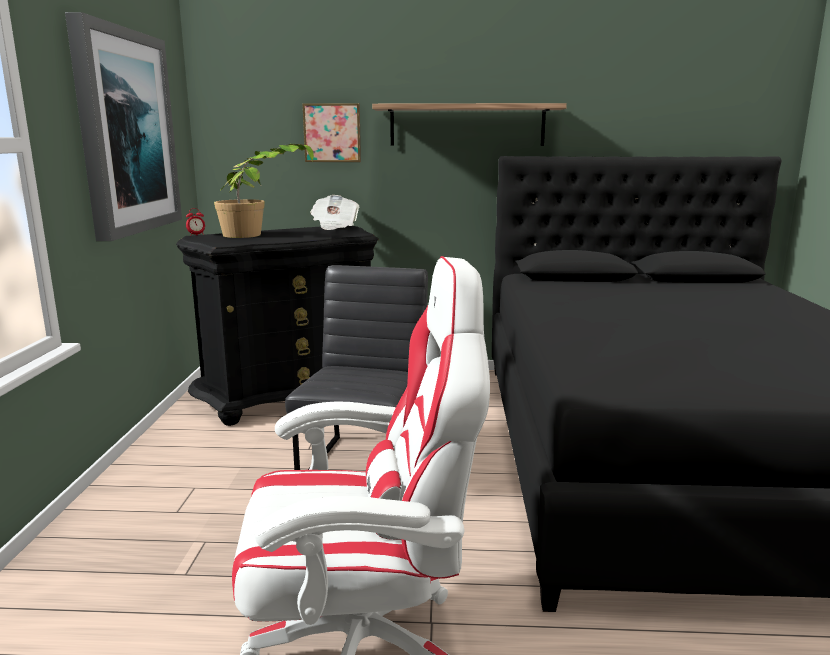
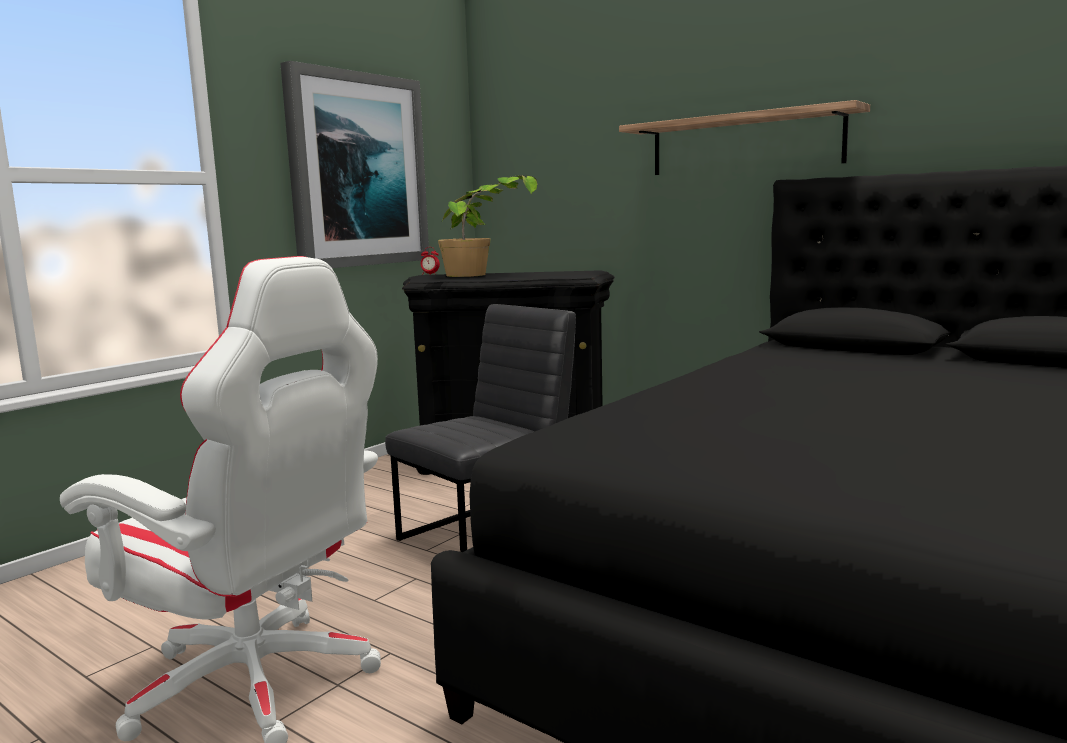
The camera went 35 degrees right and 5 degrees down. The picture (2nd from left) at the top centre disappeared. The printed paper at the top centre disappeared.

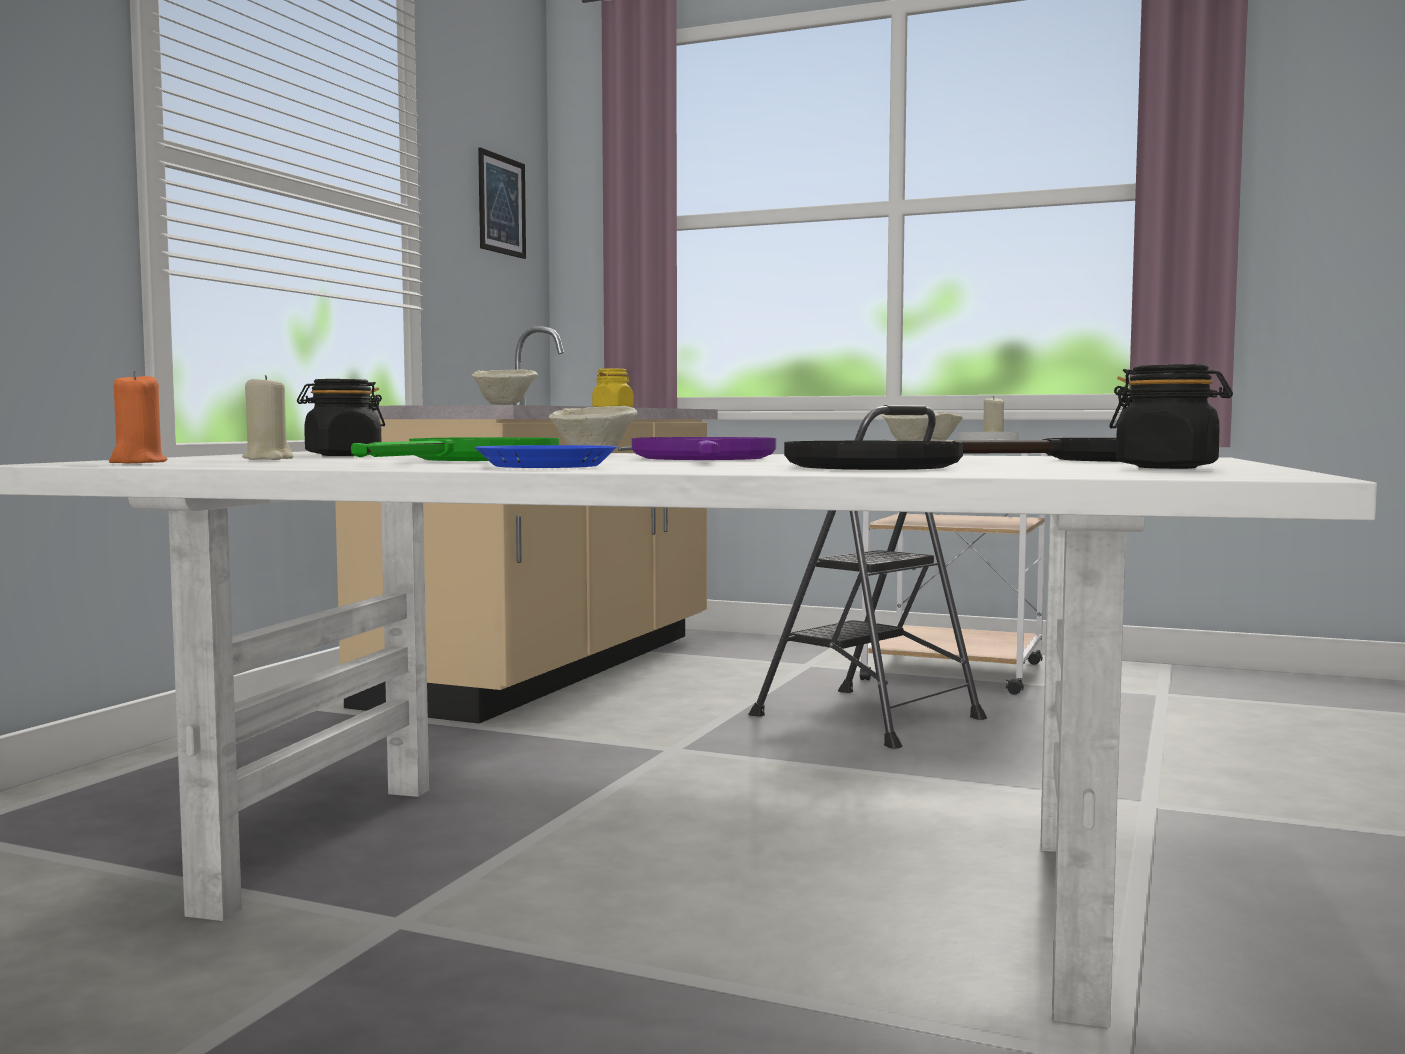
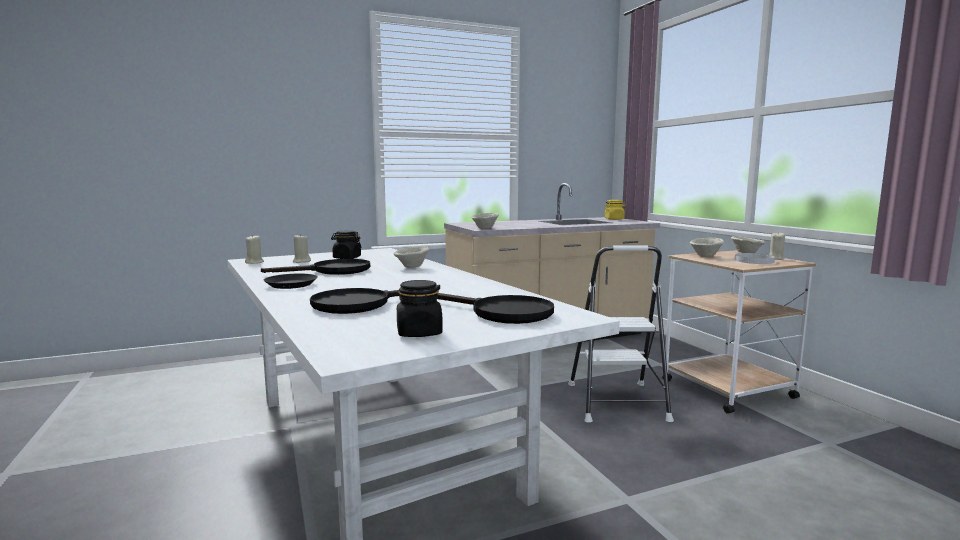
The camera went 45 degrees right and 5 degrees up. The orangey wax light at the middle left became the sand-coloured wax light (1st from left) at the middle left. The greenish pan at the middle left became the blackish pan (1st from left) at the middle left. The blue plate at the centre became the blackish plate at the middle left. The picture at the top centre disappeared. The purplish pan at the centre disappeared. The blackish step ladder at the centre became the whitish step ladder at the centre.

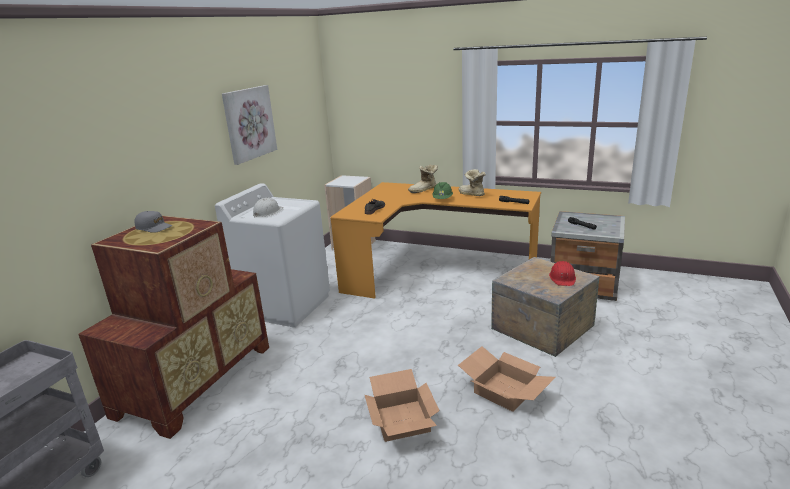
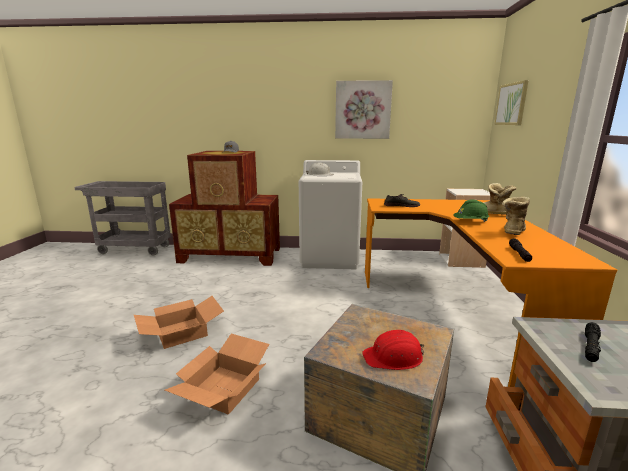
The camera went 70 degrees right and 5 degrees down. The picture (2nd from left) at the top right appeared.

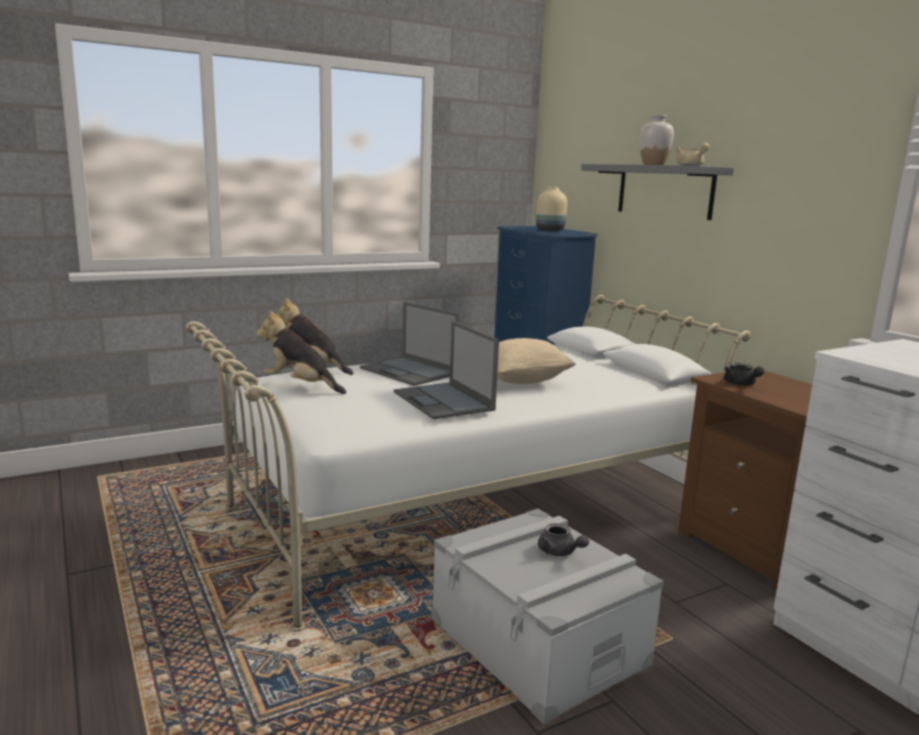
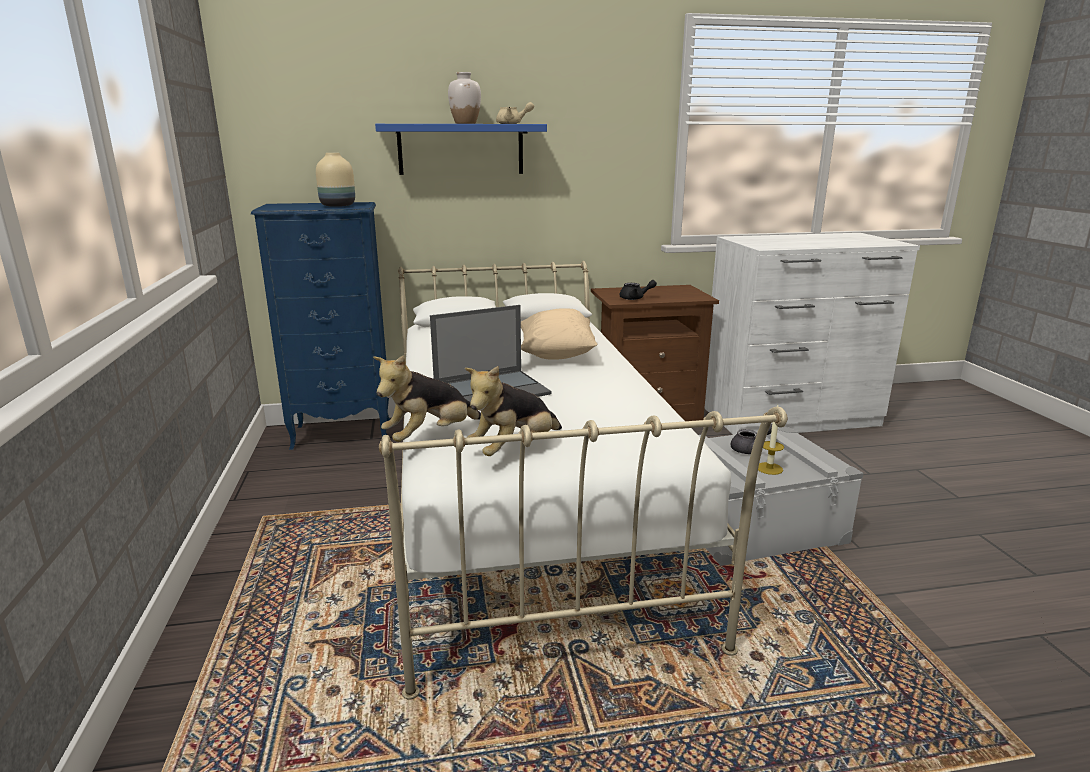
The camera went 70 degrees left and 5 degrees up. The laptop (2nd from left) at the centre disappeared. The gray bracket shelf at the top right became the blue bracket shelf at the top centre. The wax light at the middle right appeared.

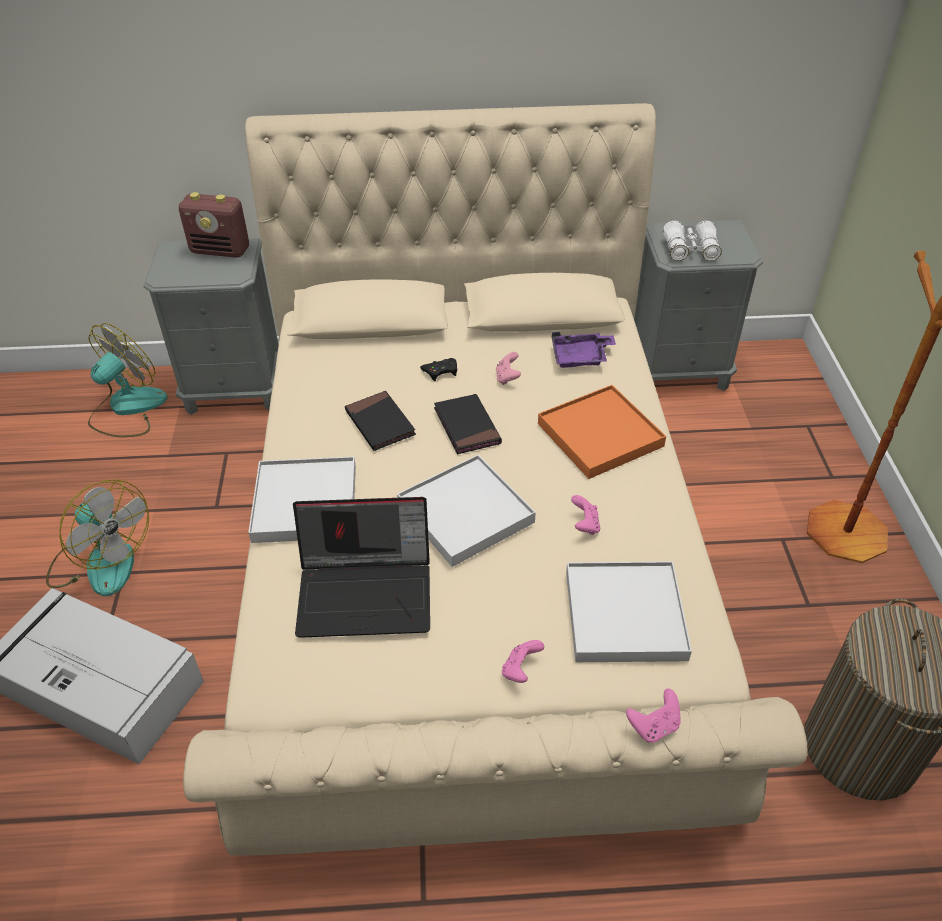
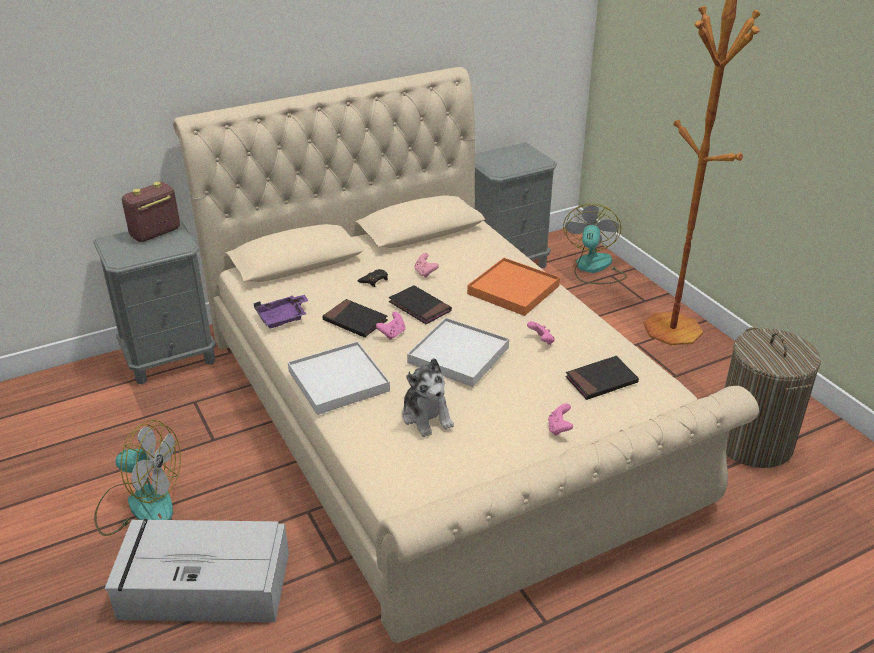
The camera went 25 degrees left and 10 degrees down. The fan (2nd from left) moved from the middle left to the middle right. The radio set at the top left turned 150 degrees clockwise. The laptop at the centre was replaced by the plush toy at the centre. The purplish serving tray moved from the centre to the middle left. The whitish serving tray (3rd from left) at the middle right was replaced by the blackish book (3rd from left) at the middle right. The pink-coloured game controller (4th from left in the first image) moved from the bottom right to the centre. The whitish pair of binoculars at the top right disappeared.

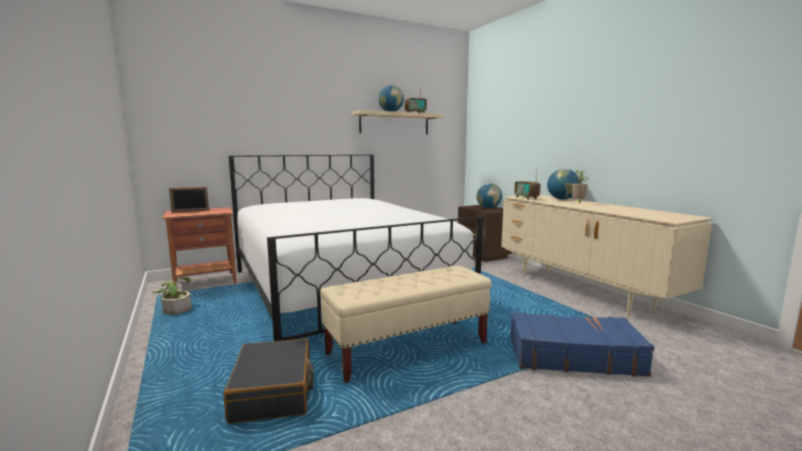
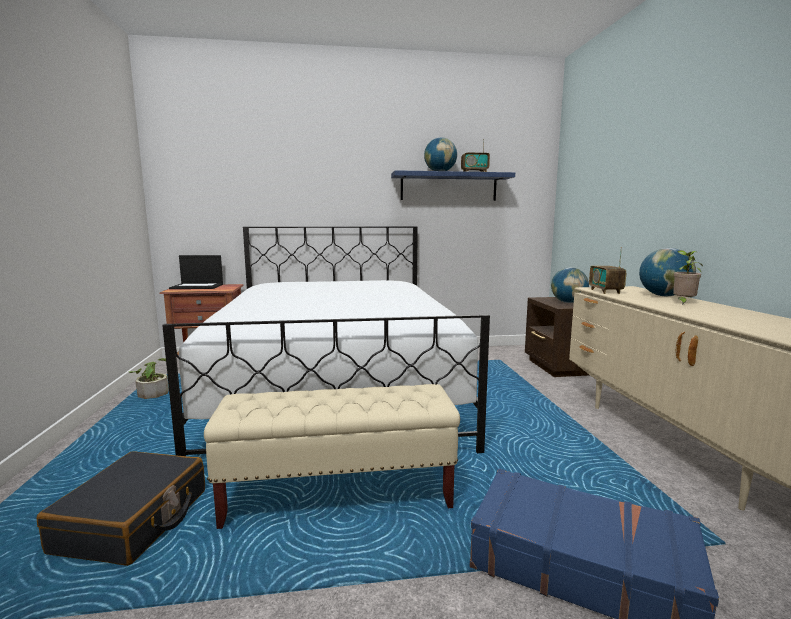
The camera went 20 degrees right and 0 degrees up. The photo frame at the middle left was replaced by the laptop at the middle left. The sand-coloured bracket shelf at the top centre became the blue bracket shelf at the top centre.

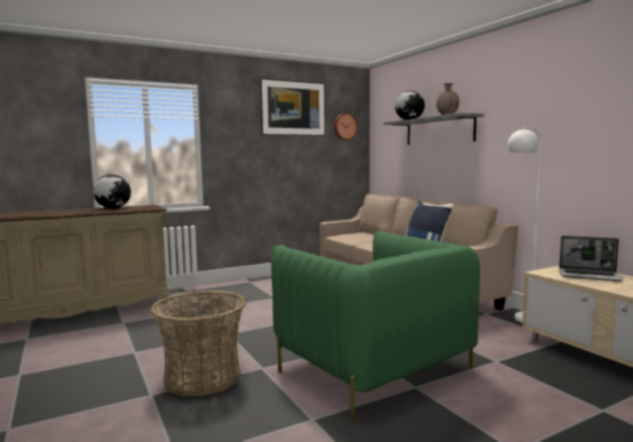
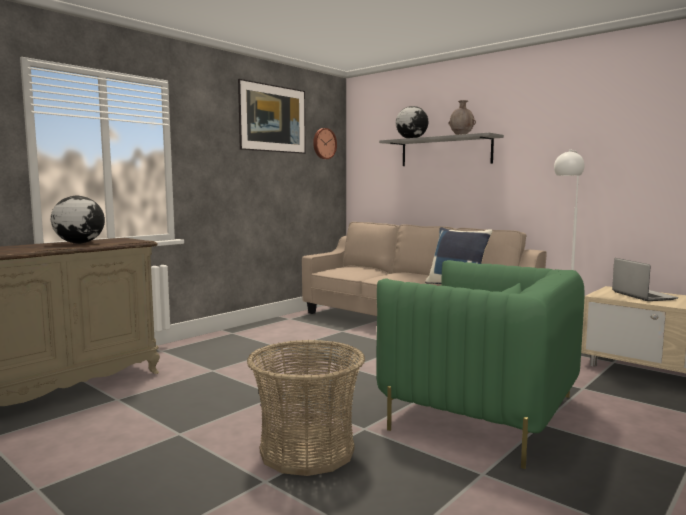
The camera went 20 degrees left and 0 degrees up. The laptop at the middle right turned 105 degrees counterclockwise.

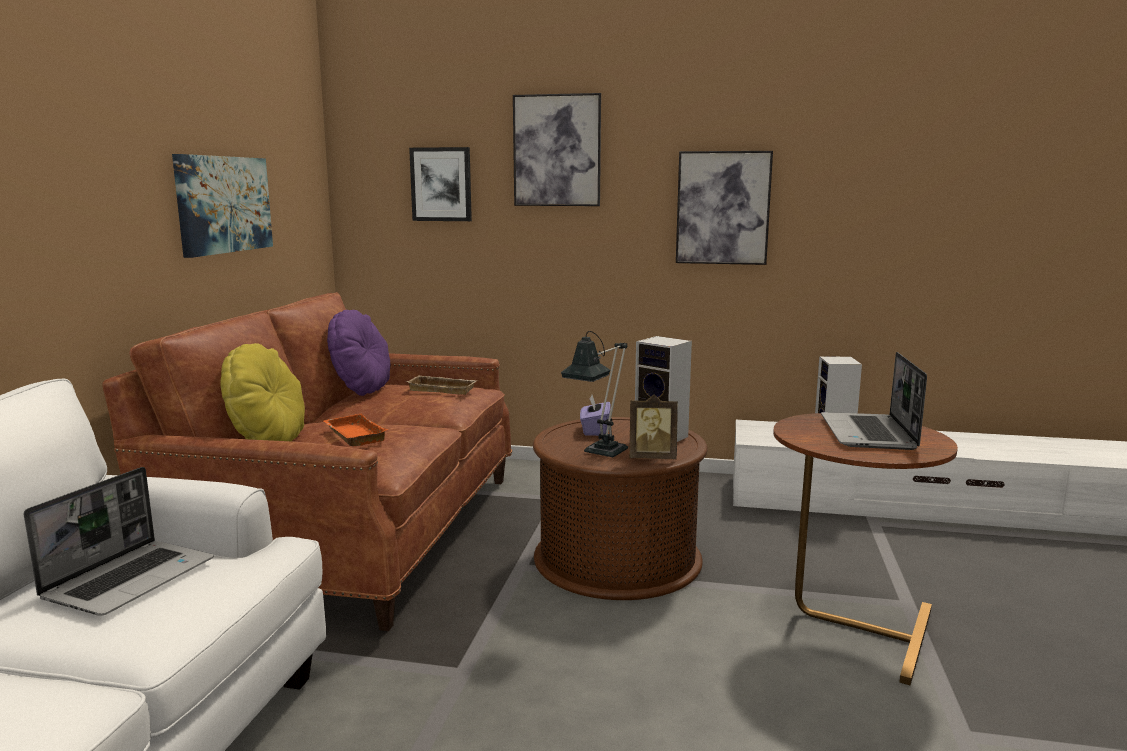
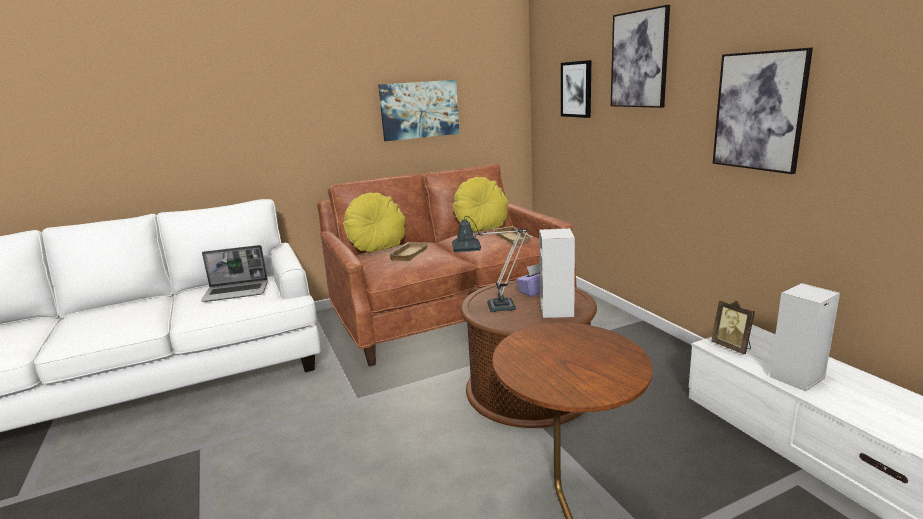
The camera went 55 degrees right and 5 degrees up. The orangey serving tray at the middle left became the sand-coloured serving tray (1st from left) at the centre. The purplish pillow at the middle left became the yellow pillow (2nd from left) at the centre. The photo frame moved from the centre to the middle right. The laptop (2nd from left) at the middle right disappeared.

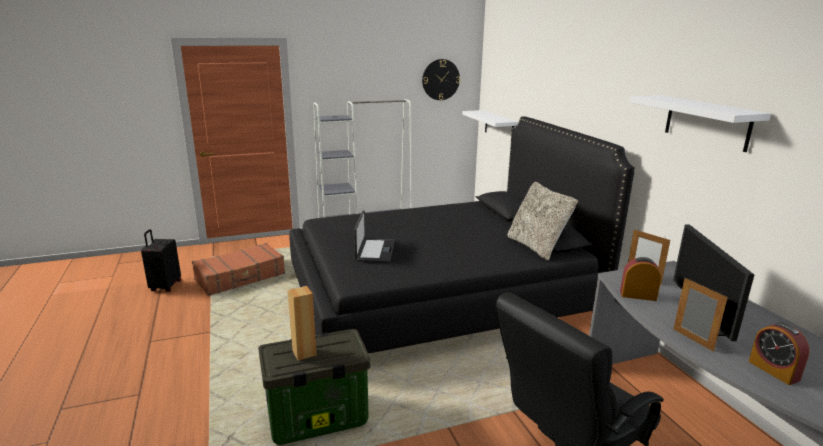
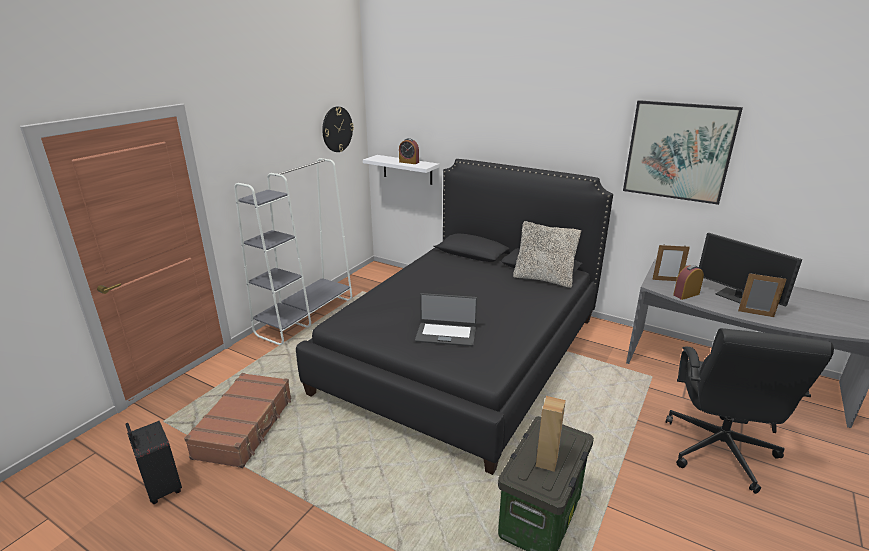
The camera went 40 degrees left and 5 degrees up. The laptop at the centre turned 135 degrees clockwise. The whitish bracket shelf (2nd from left) at the top right was replaced by the picture at the top right. The bedside clock (2nd from left in the first image) moved from the bottom right to the top centre.

